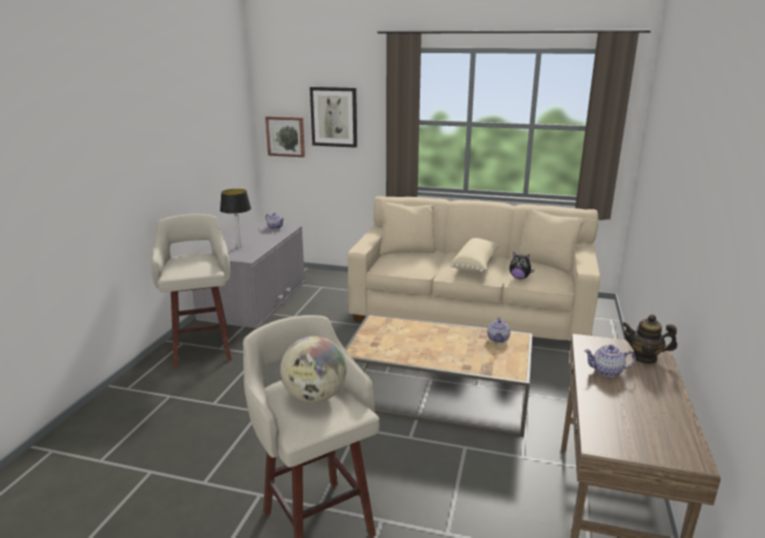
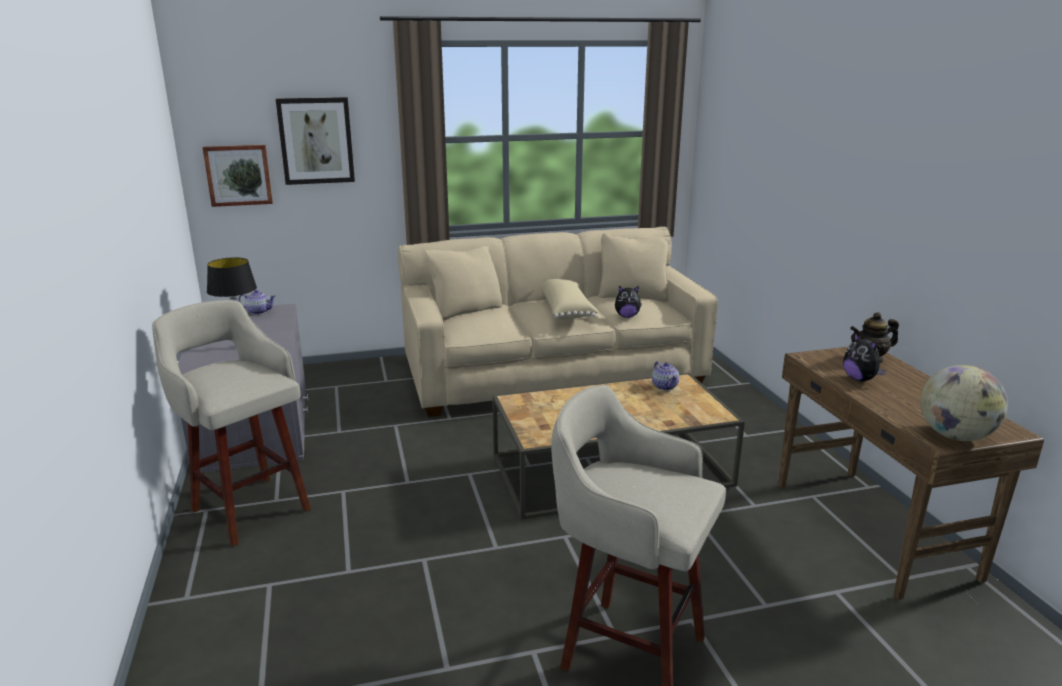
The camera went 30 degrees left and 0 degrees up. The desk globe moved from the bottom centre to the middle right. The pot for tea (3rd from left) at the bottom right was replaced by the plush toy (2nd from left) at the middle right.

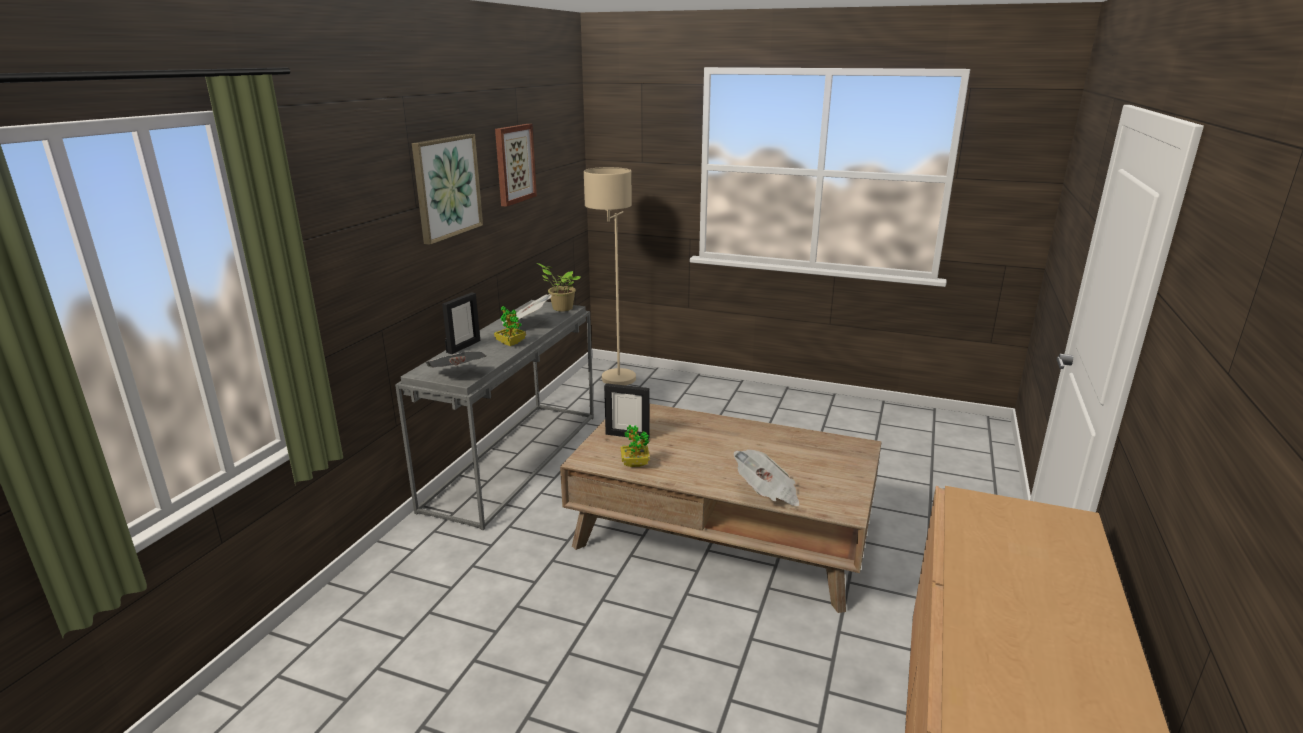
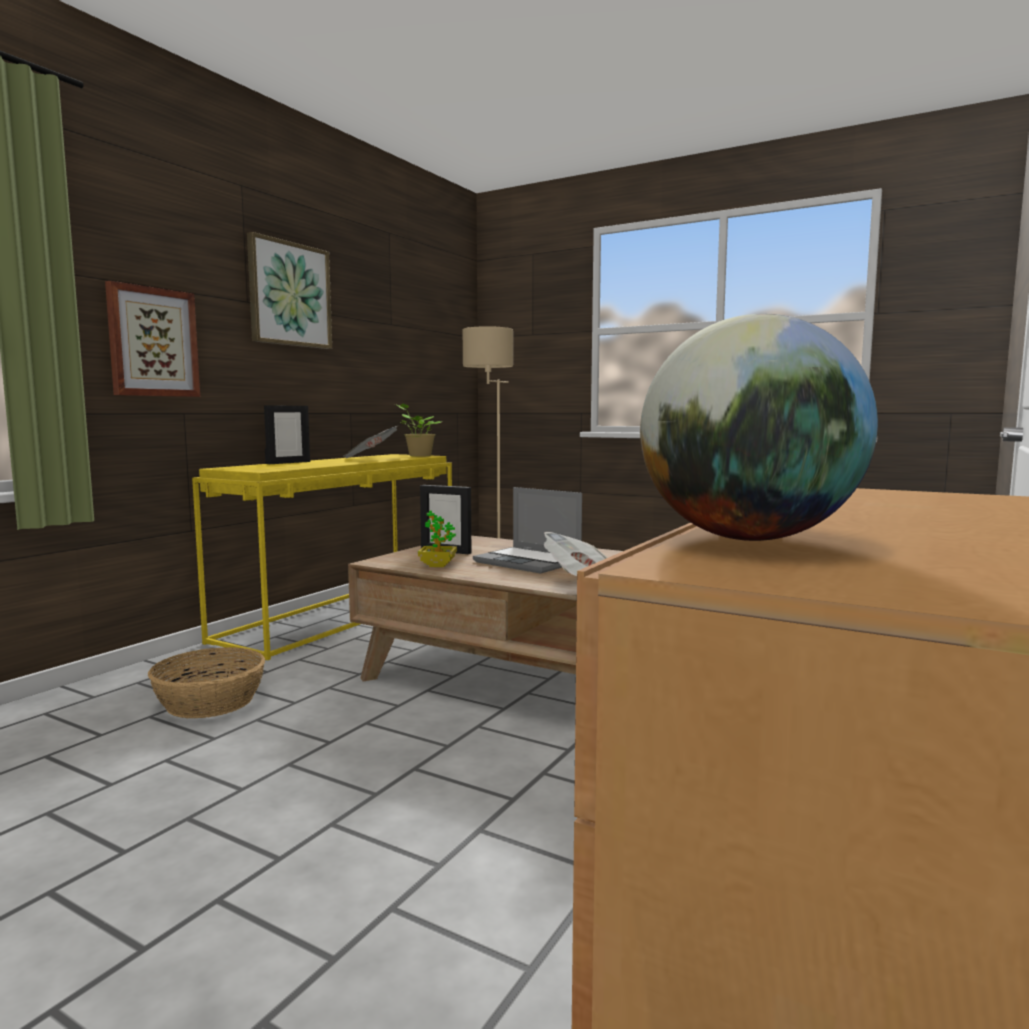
The camera went 10 degrees right and 15 degrees down. The gray hall table at the centre became the yellow hall table at the middle left. The printed paper (1st from left) at the centre disappeared. The houseplant (1st from left) at the centre disappeared. The picture (2nd from left in the first image) moved from the top centre to the top left. The storage basket at the middle left appeared. The laptop at the centre appeared. The desk globe at the middle right appeared.

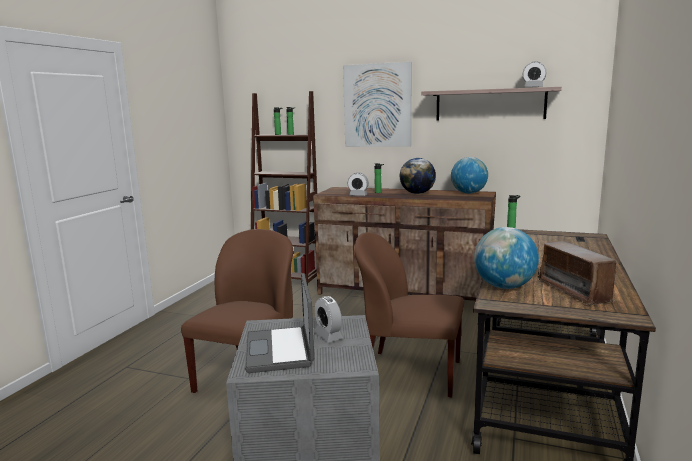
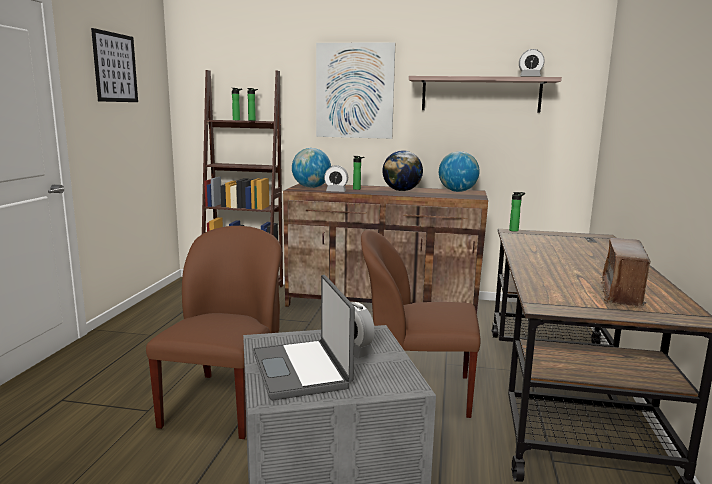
The camera went 10 degrees left and 0 degrees up. The desk globe (3rd from left in the first image) moved from the middle right to the centre. The radio set at the middle right turned 45 degrees clockwise. The picture (1st from left) at the top left appeared.

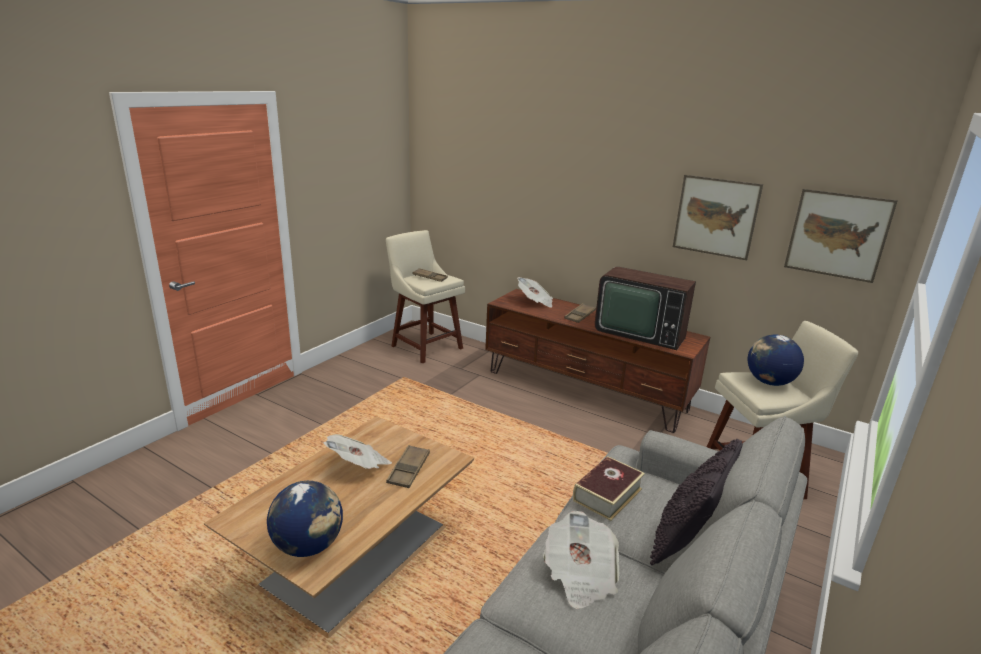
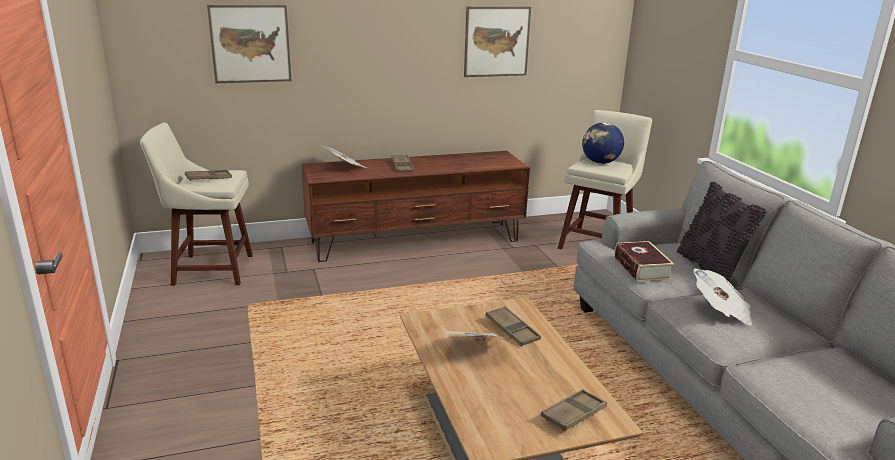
The camera went 50 degrees left and 0 degrees up. The desk globe (1st from left) at the bottom left was replaced by the brown serving tray (4th from left) at the bottom centre. The TV at the centre disappeared. The picture (2nd from left in the first image) moved from the middle right to the top left.

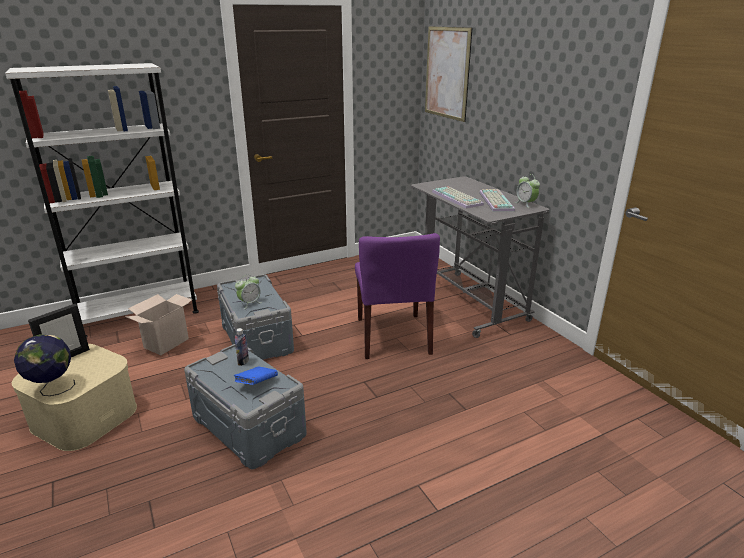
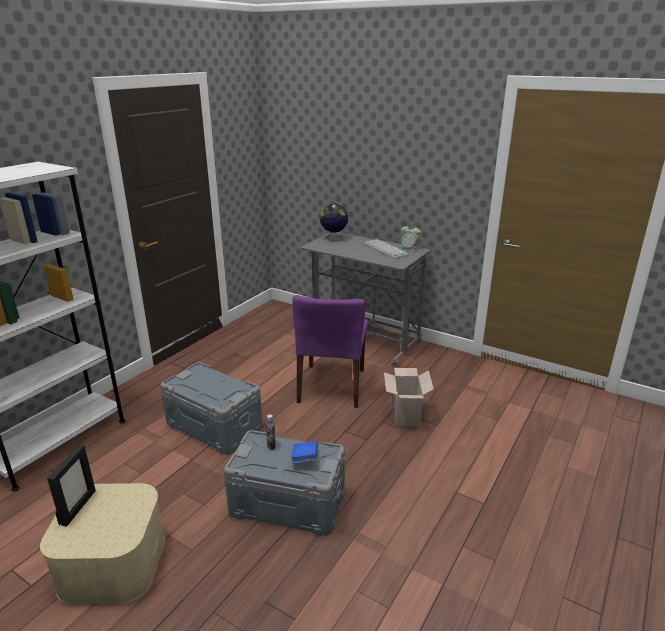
The camera went 30 degrees left and 0 degrees up. The desk globe moved from the middle left to the centre. The packing box moved from the middle left to the centre. The bedside clock (1st from left) at the centre disappeared. The purplish plain chair at the centre turned 45 degrees clockwise. The picture at the top centre disappeared. The PC keyboard (1st from left) at the centre disappeared.

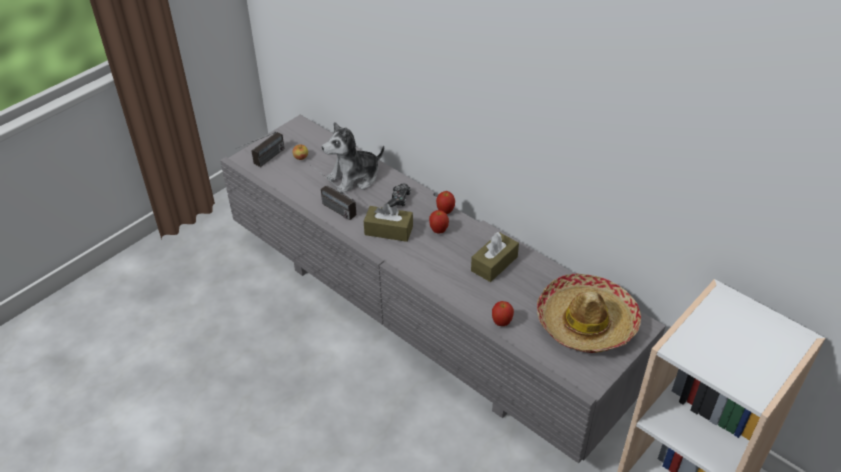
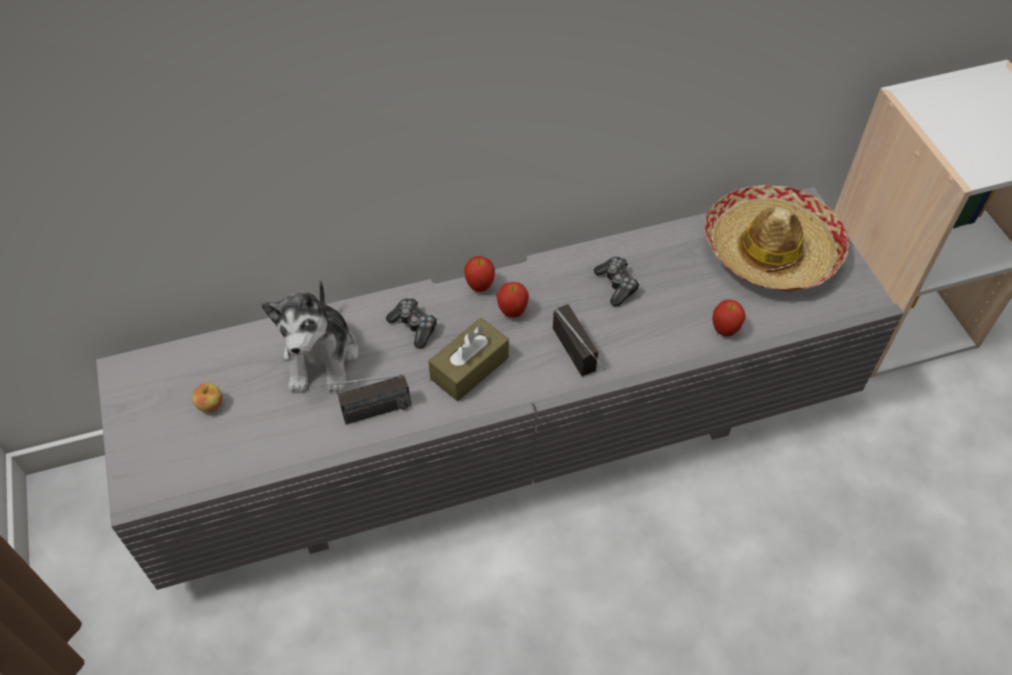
The camera went 60 degrees left and 10 degrees up. The radio set (1st from left in the first image) moved from the top left to the centre. The brown tissue box (2nd from left) at the centre was replaced by the game controller (2nd from left) at the centre.

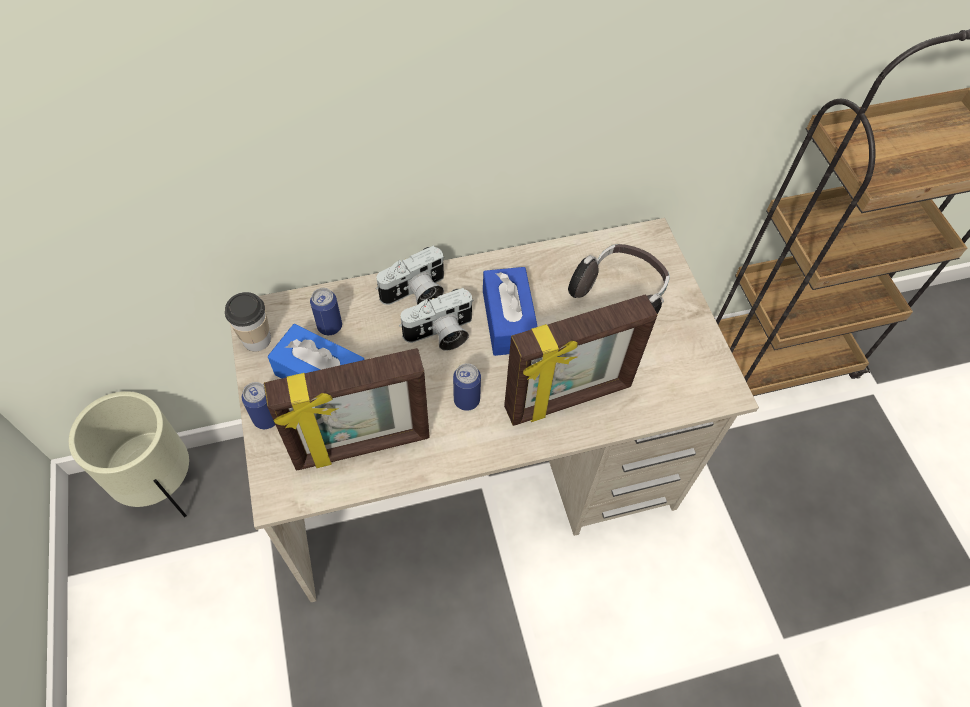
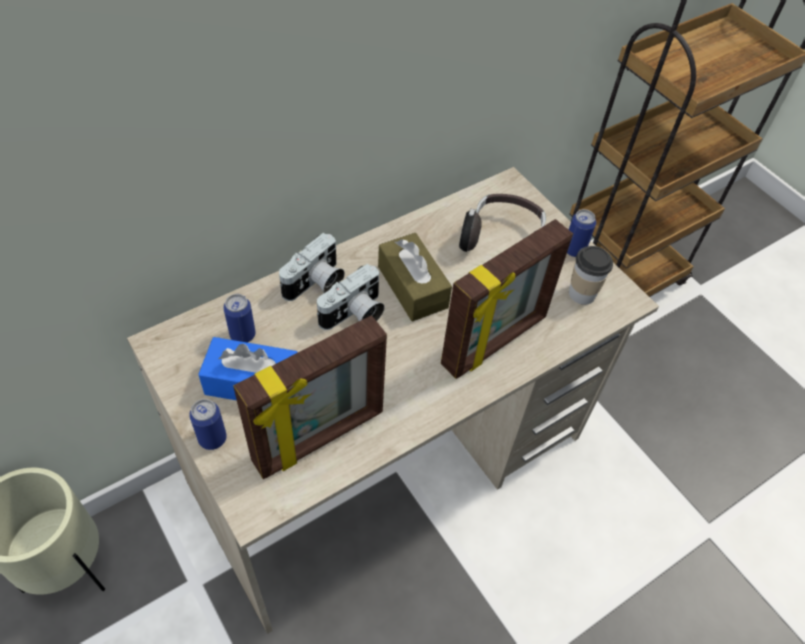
The camera went 20 degrees left and 5 degrees down. The cup moved from the middle left to the middle right. The metal can (3rd from left) moved from the centre to the middle right. The blue tissue box (2nd from left) at the centre became the brown tissue box at the centre.

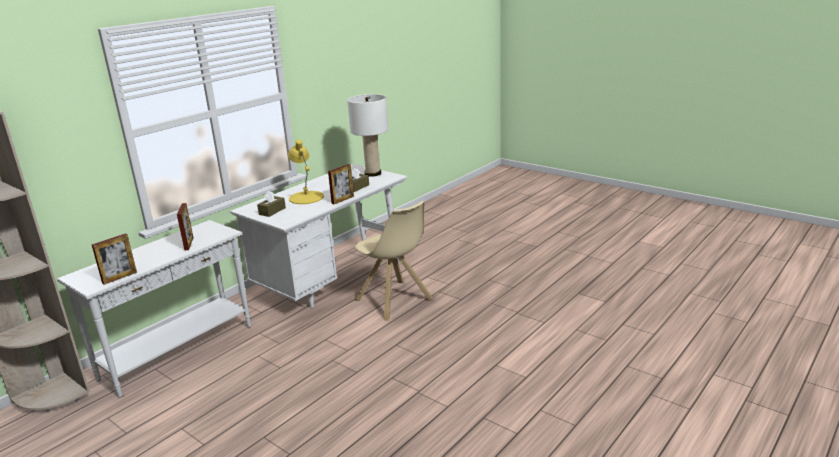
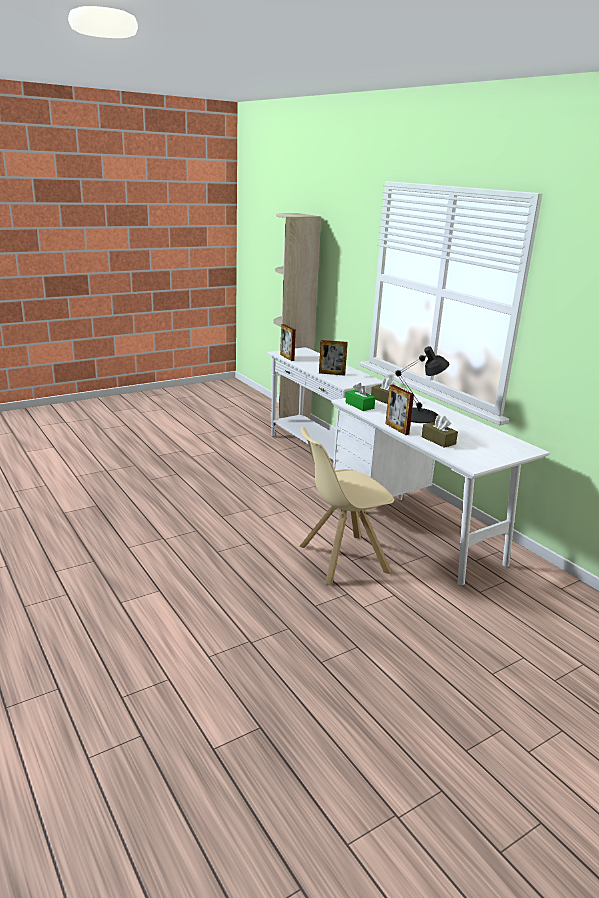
The camera went 105 degrees right and 0 degrees up. The yellow lamp for a table at the centre became the blackish lamp for a table at the middle right. The whitish lamp for a table at the top centre disappeared. The greenish tissue box at the centre appeared.

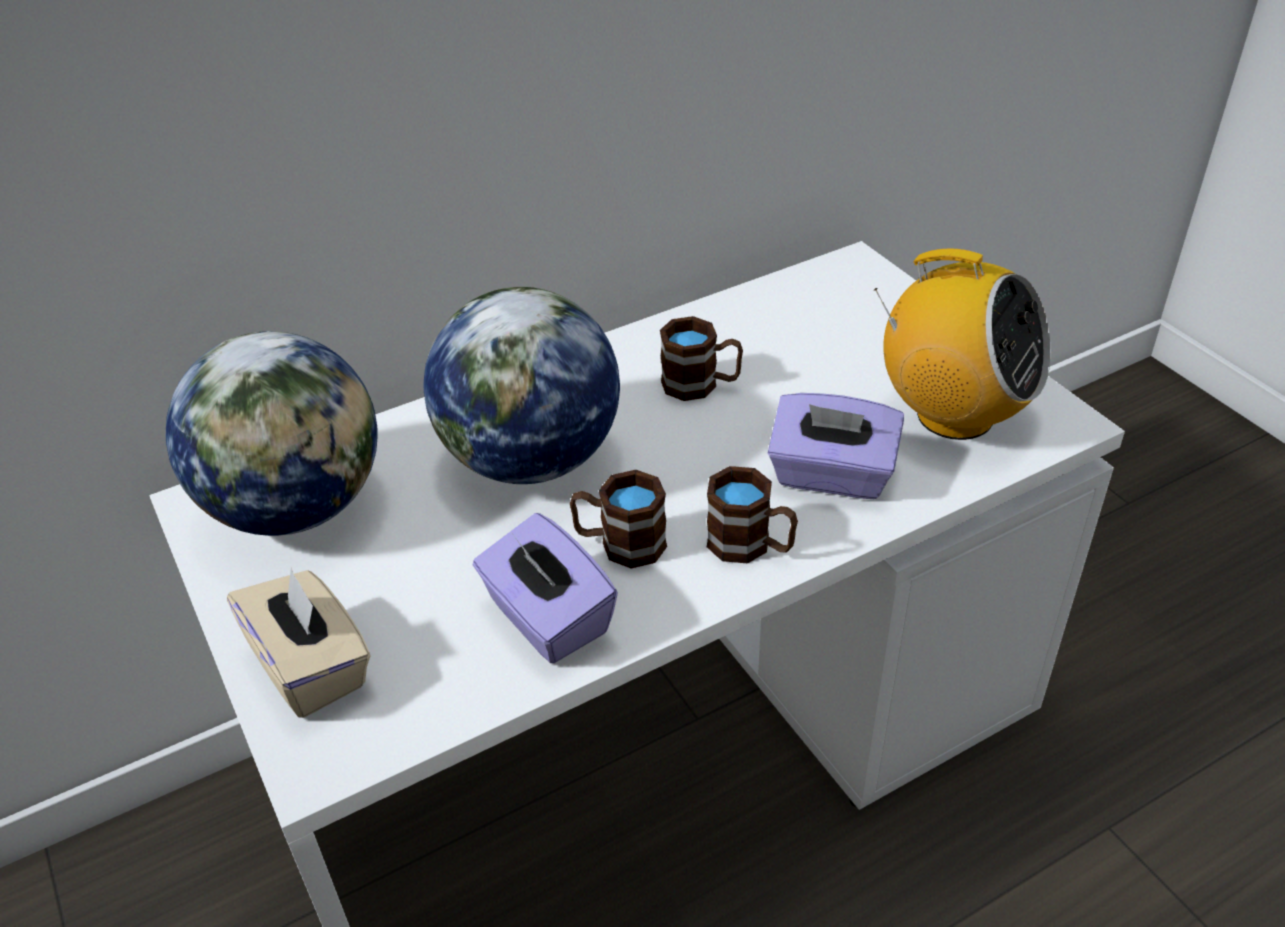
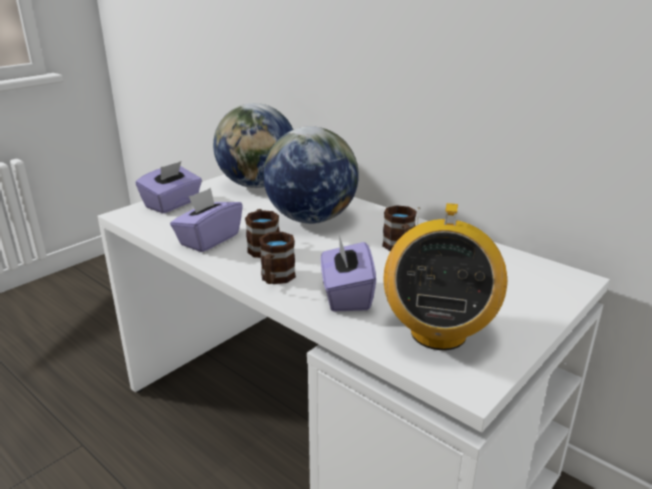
The camera went 70 degrees right and 15 degrees down. The sand-coloured tissue box at the bottom left became the purplish tissue box (1st from left) at the middle left.

